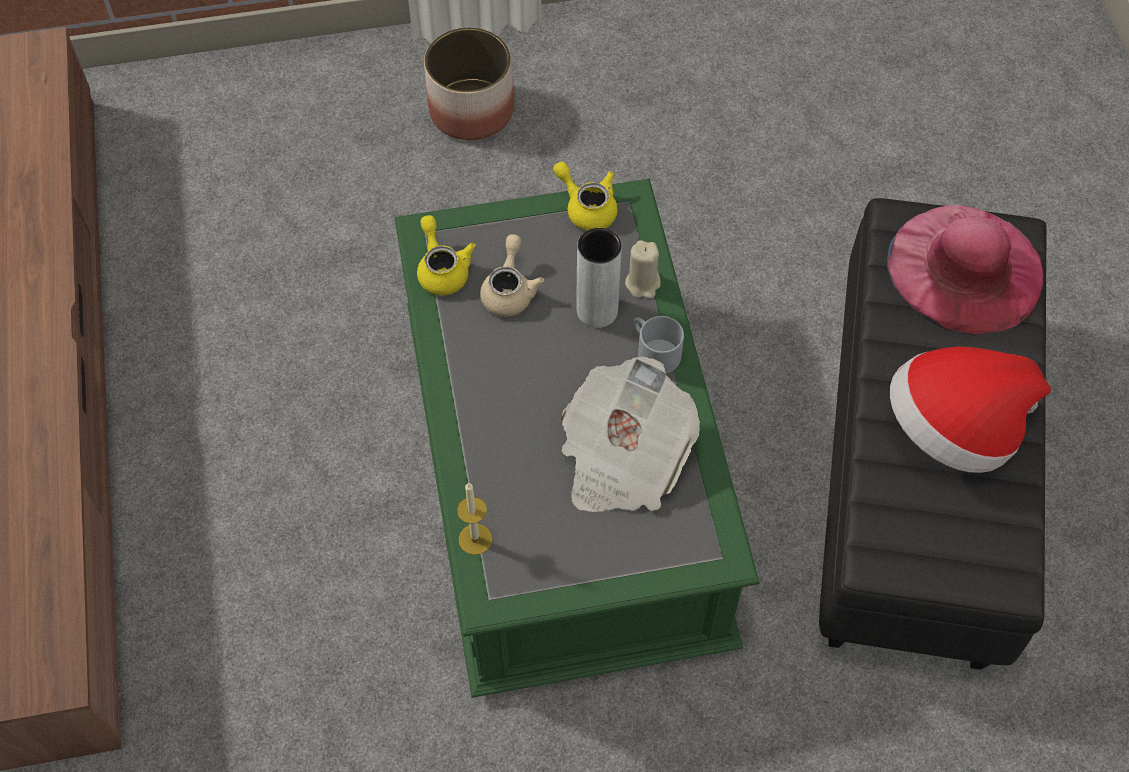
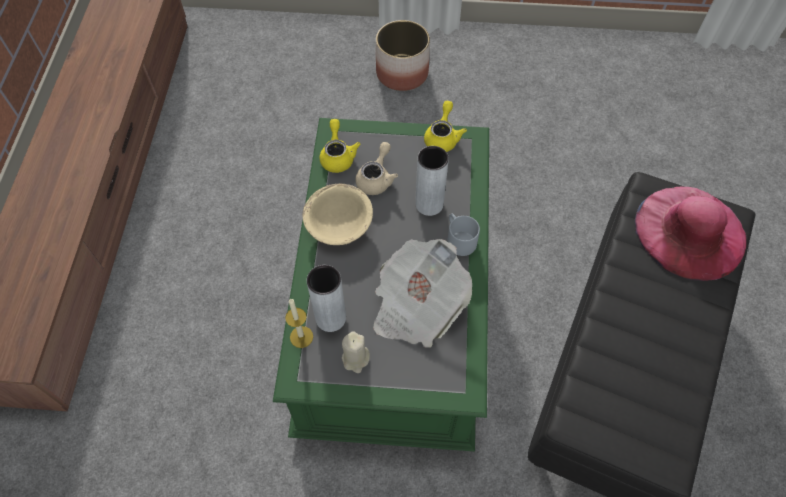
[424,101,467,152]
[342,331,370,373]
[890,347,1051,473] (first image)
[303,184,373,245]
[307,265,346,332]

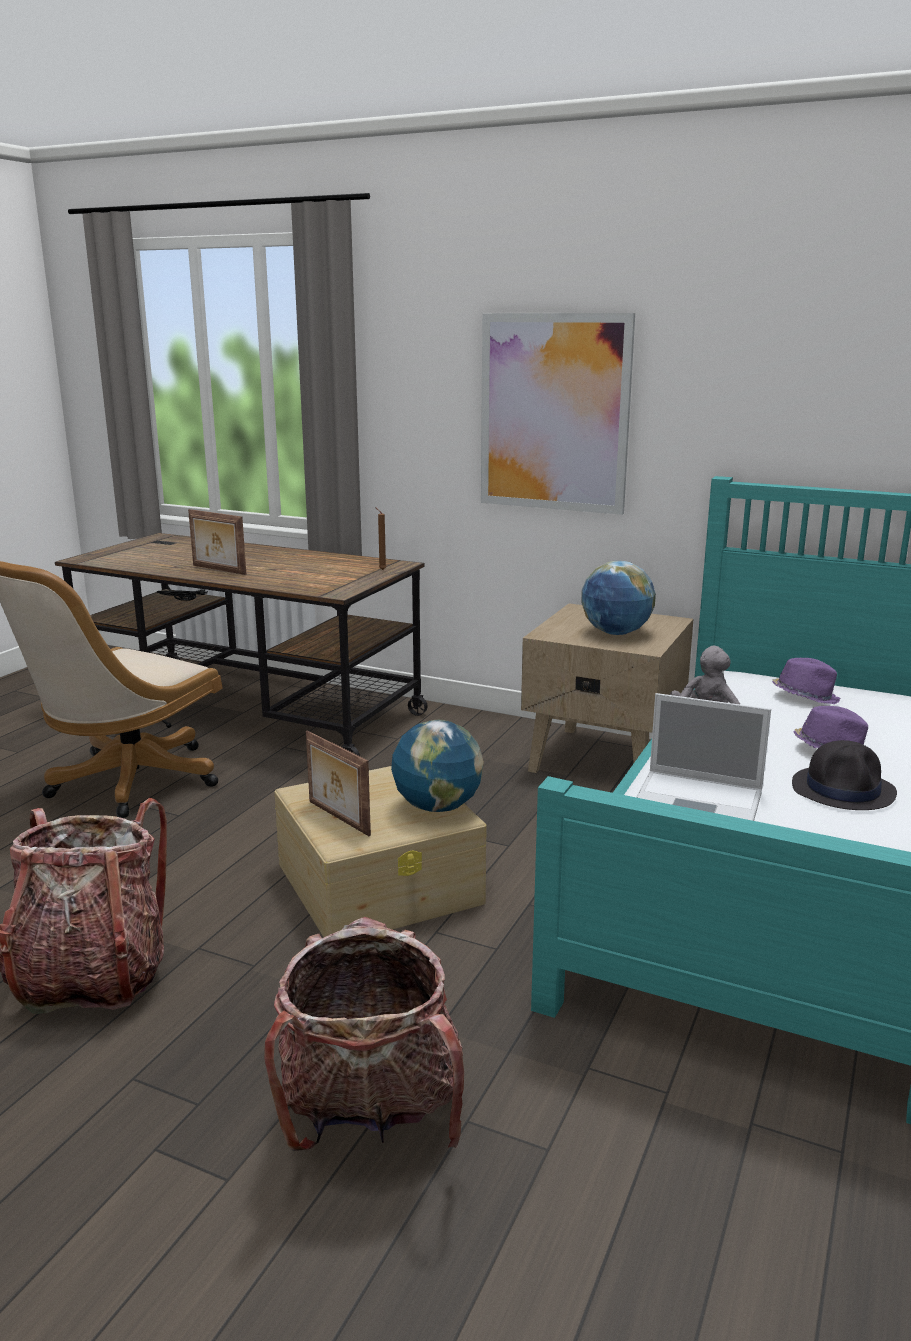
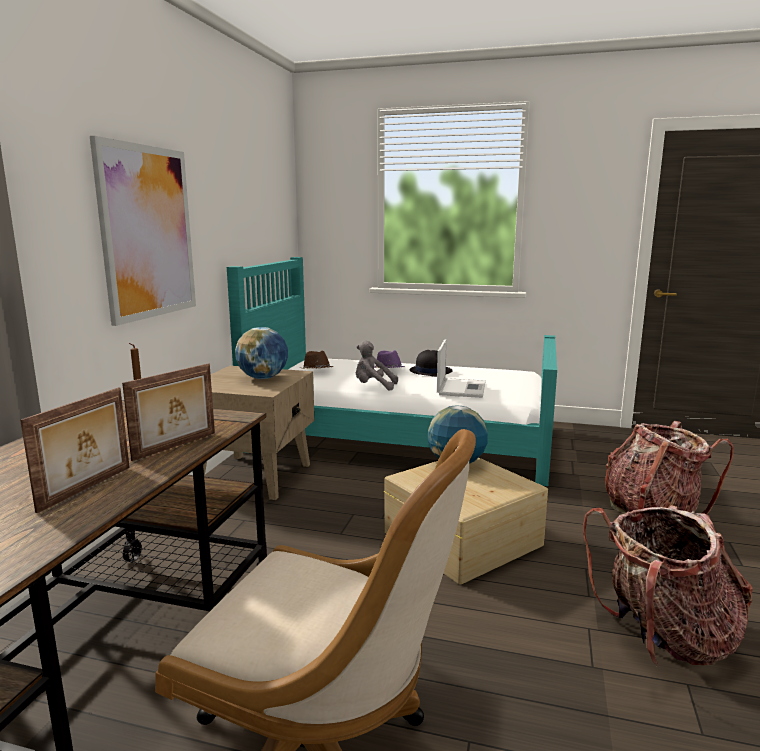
[122,363,215,461]
[300,350,333,369]

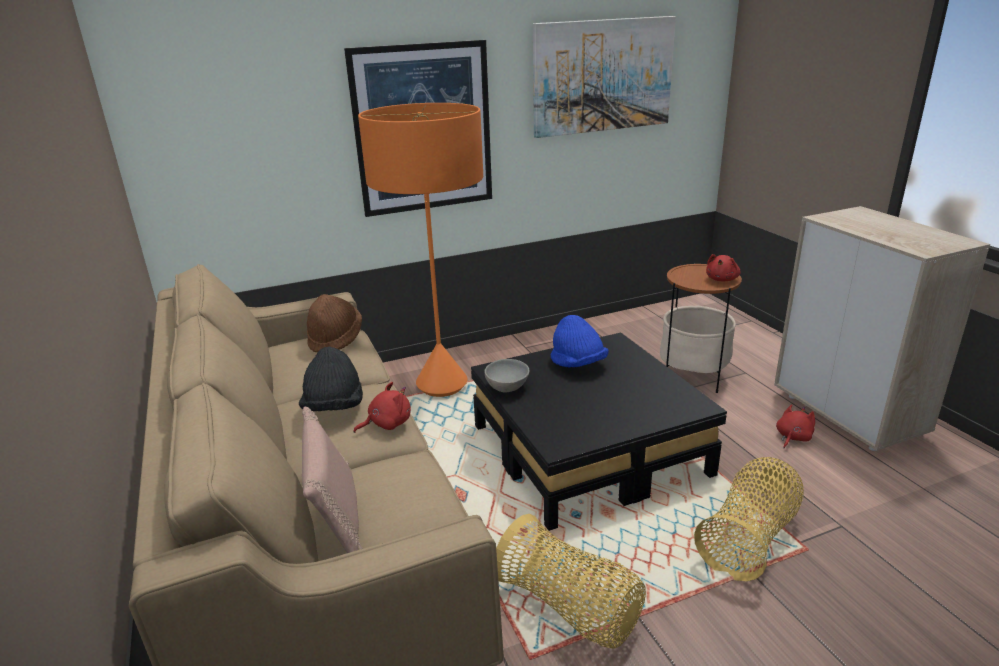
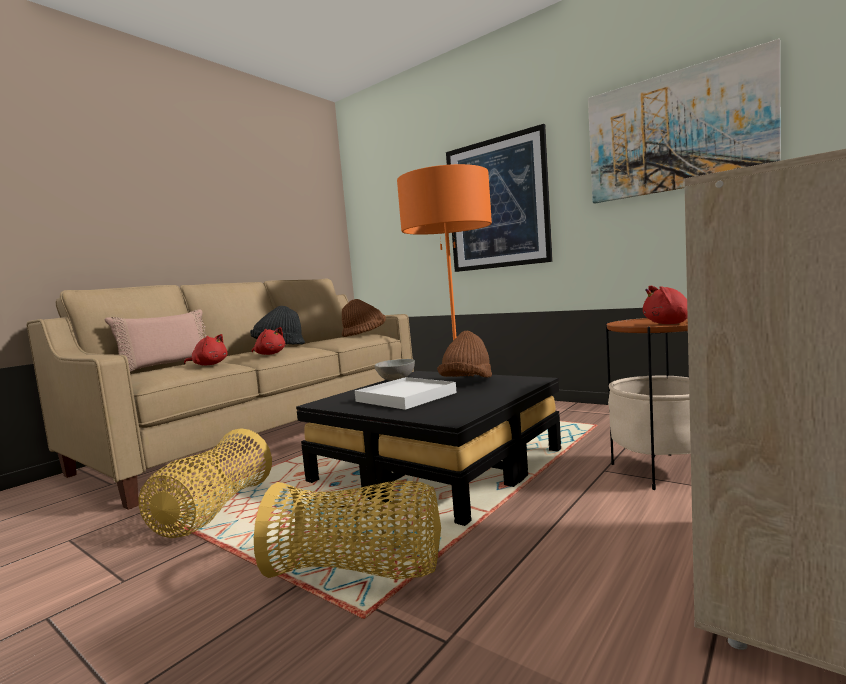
[437,331,492,377]
[184,334,228,365]
[355,377,457,410]

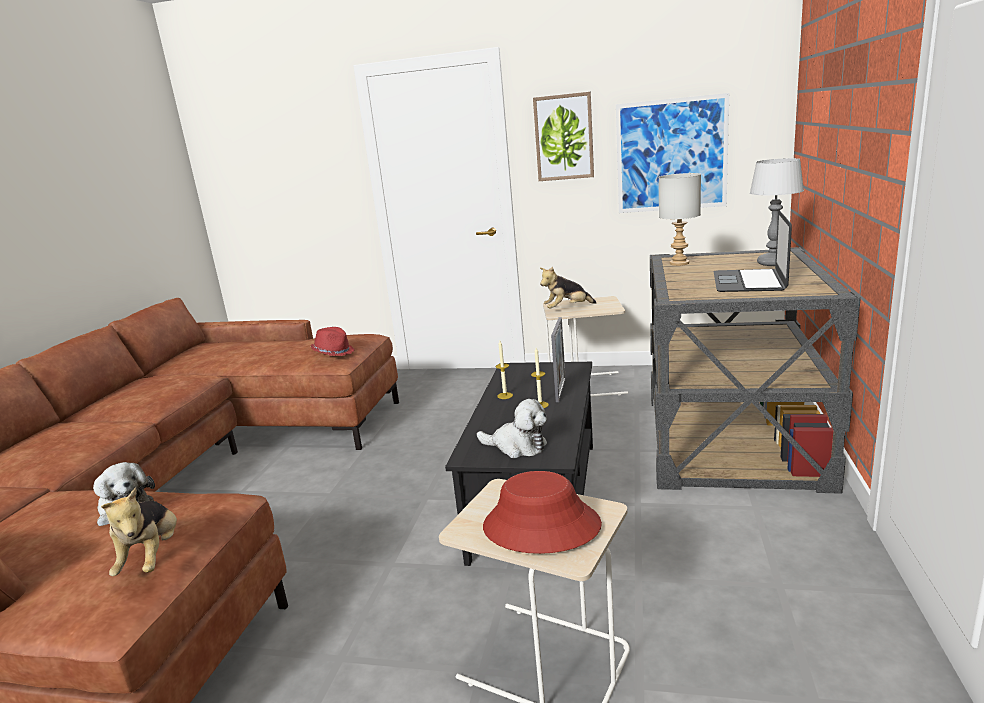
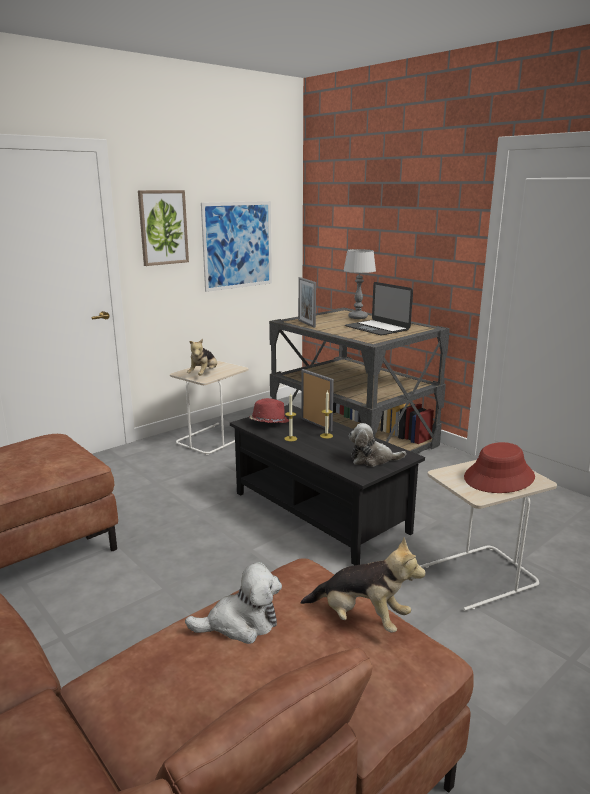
[250,398,289,423]
[349,423,406,467]
[298,277,316,328]

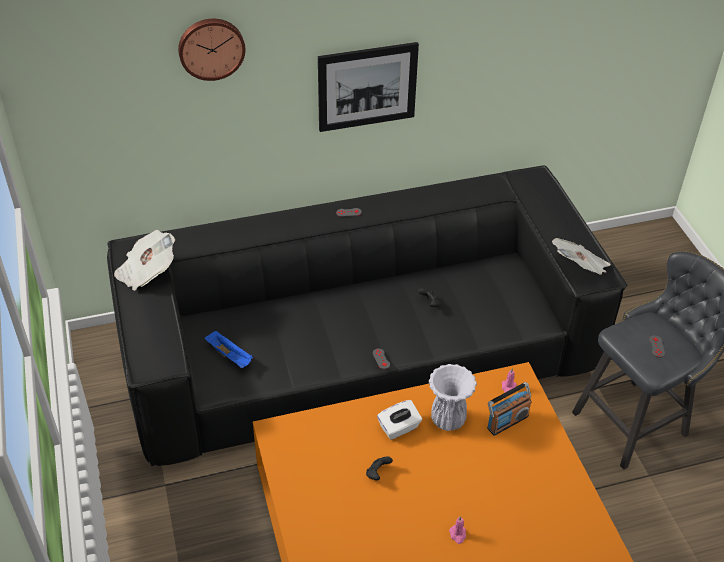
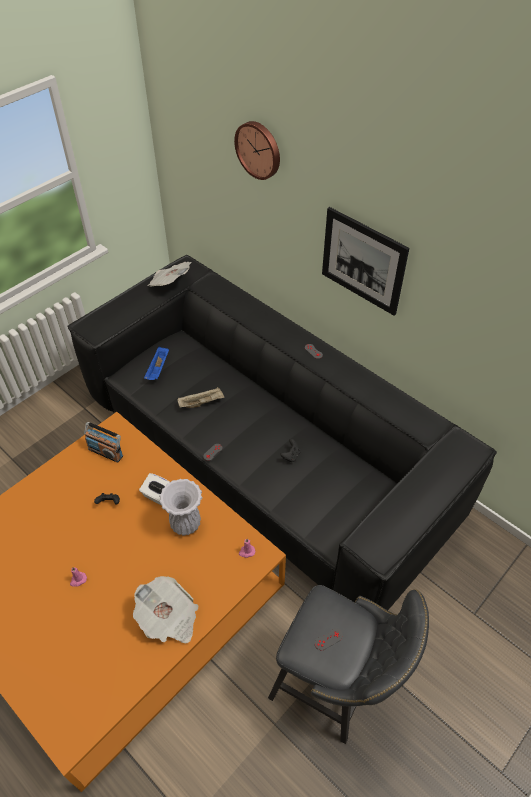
[84,422,123,463]
[133,576,198,643]
[177,387,224,408]

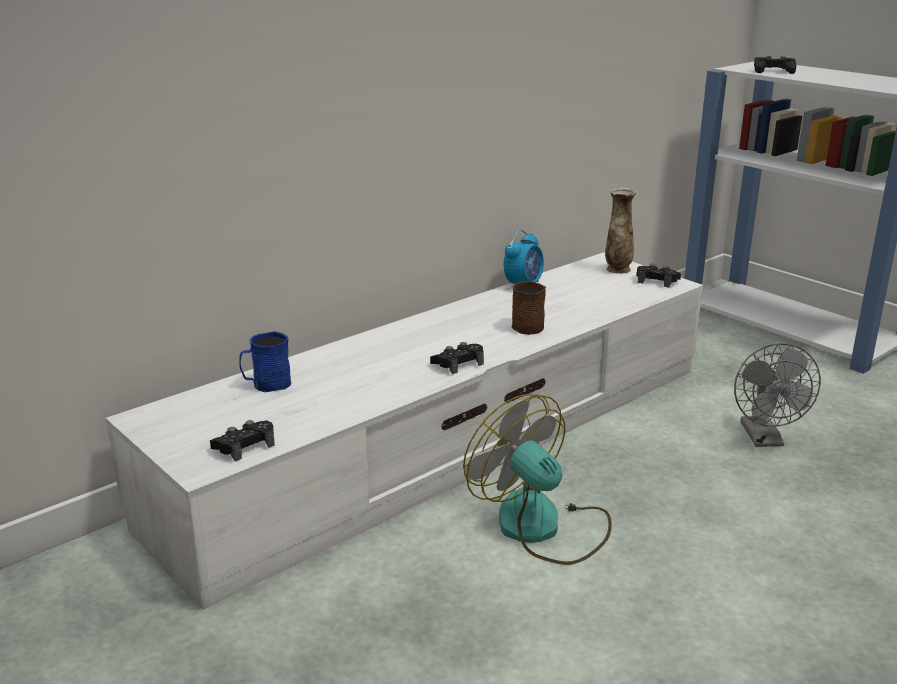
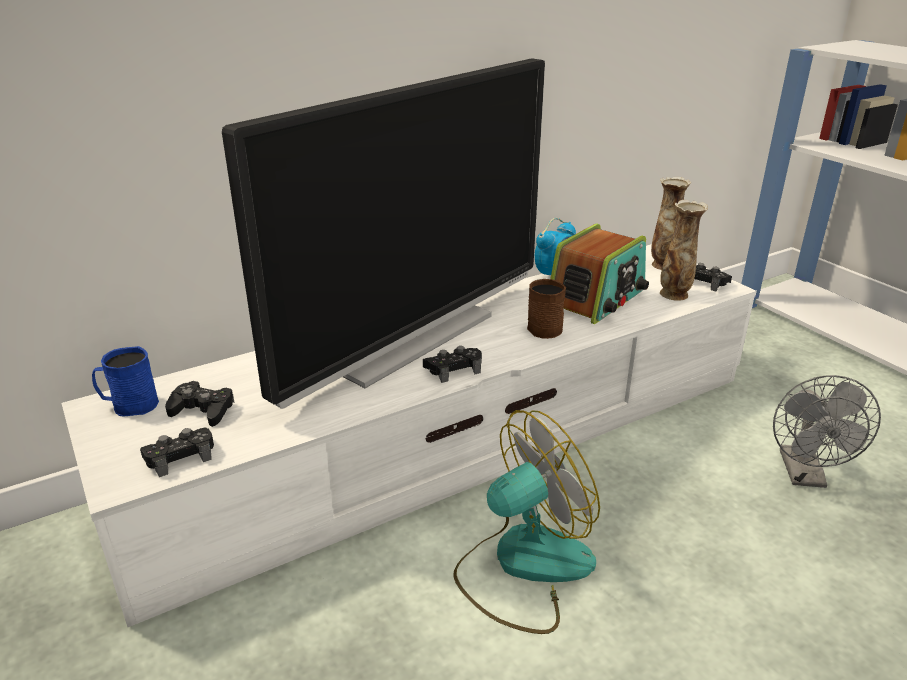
[92,346,159,416]
[453,410,600,634]
[165,381,235,427]
[222,58,545,409]
[550,223,649,324]
[660,200,708,301]

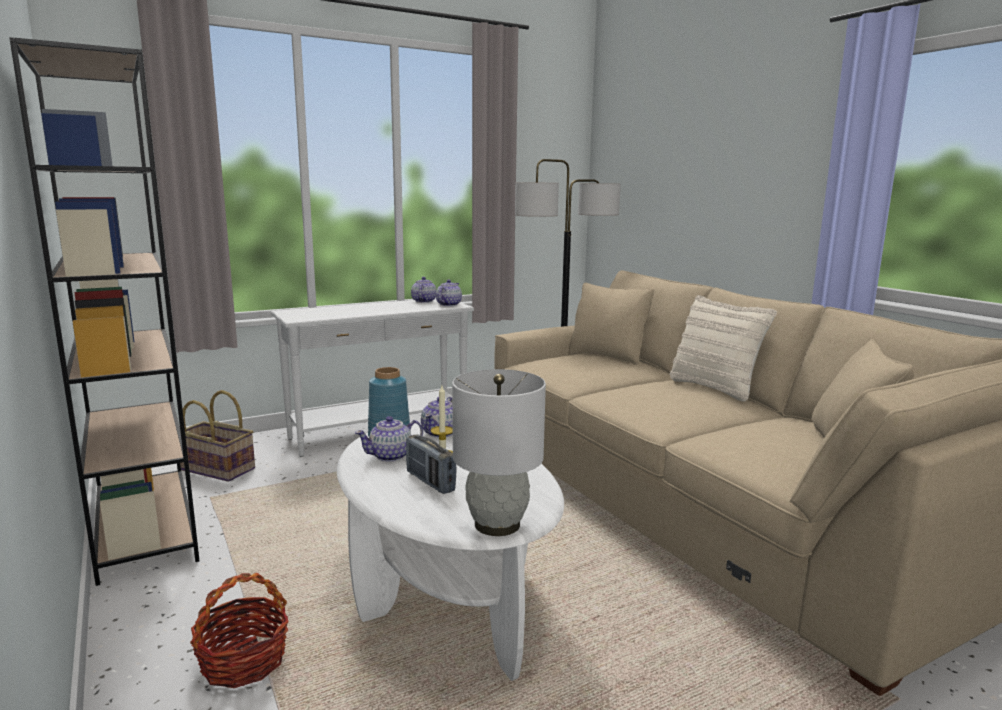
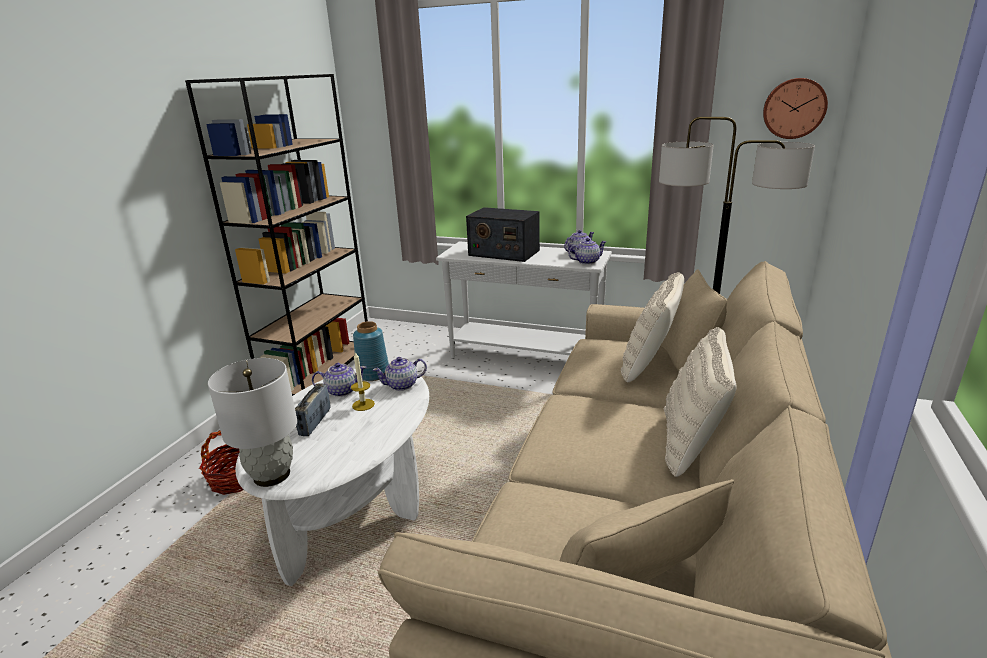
[180,390,255,482] (first image)
[312,363,367,397]
[466,207,540,262]
[621,272,684,382]
[763,78,828,139]

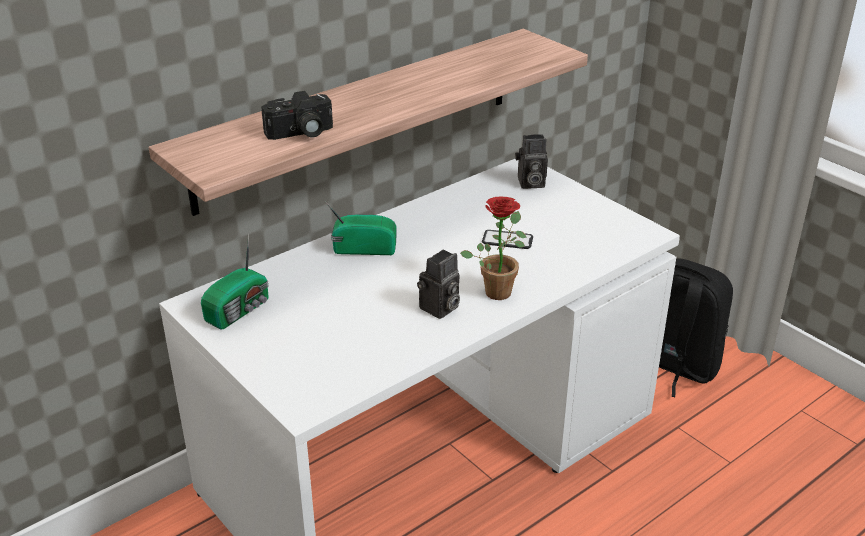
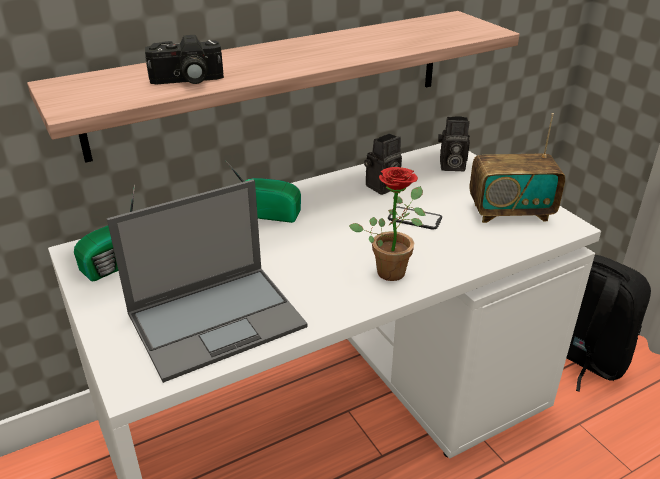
[364,134,402,195]
[107,179,308,383]
[469,113,565,223]

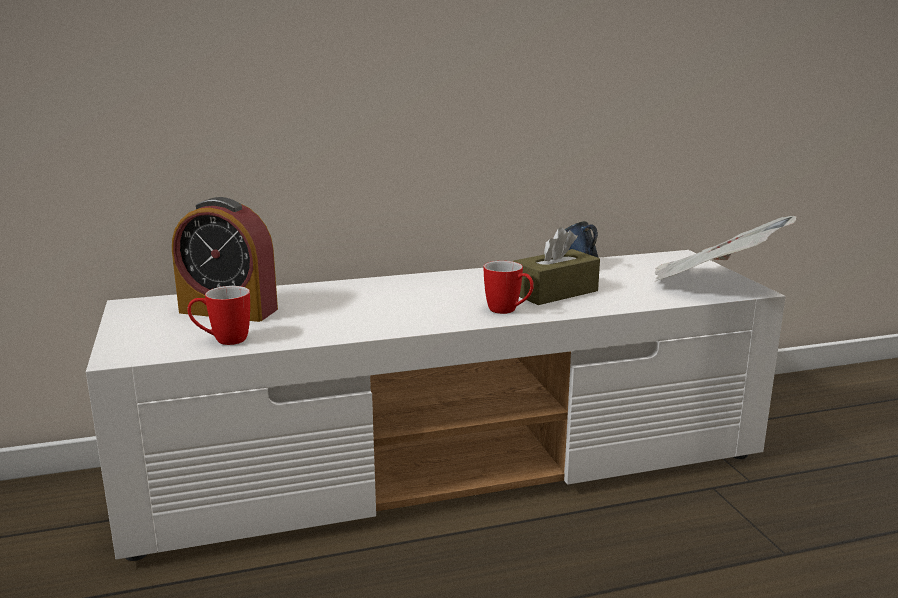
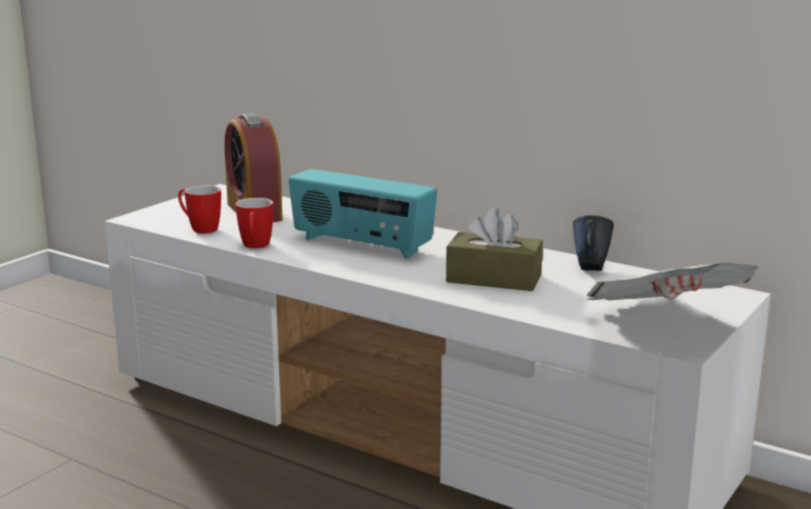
[236,198,273,248]
[288,169,437,259]

